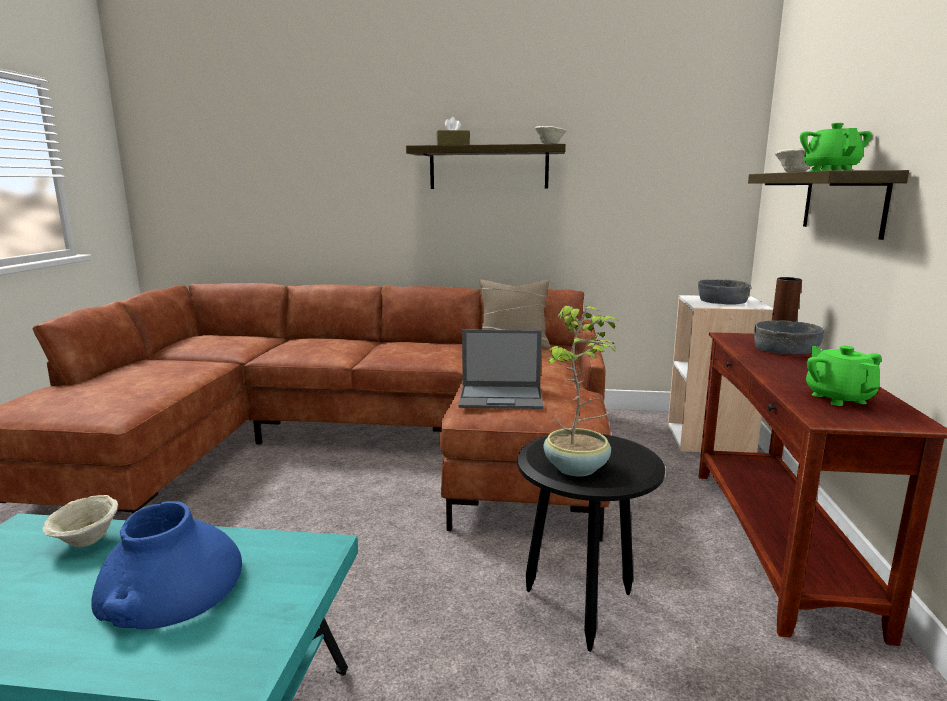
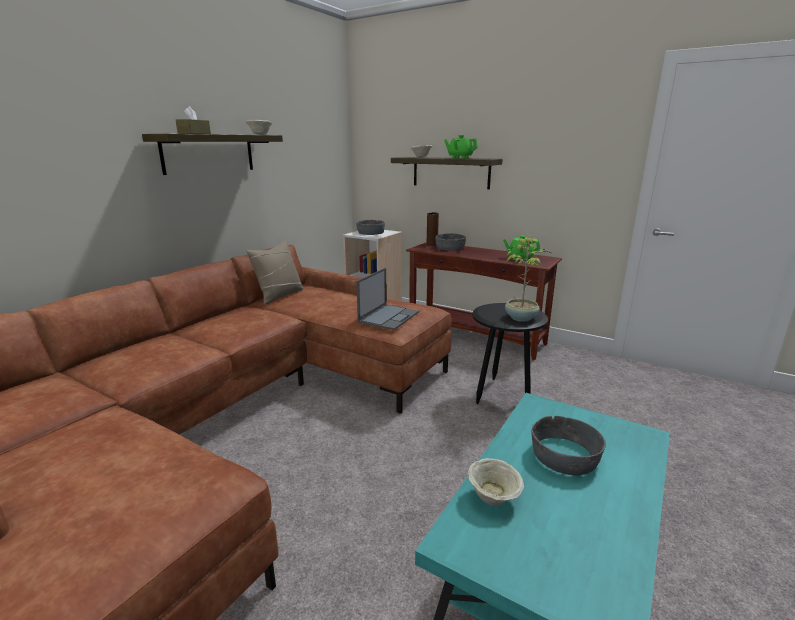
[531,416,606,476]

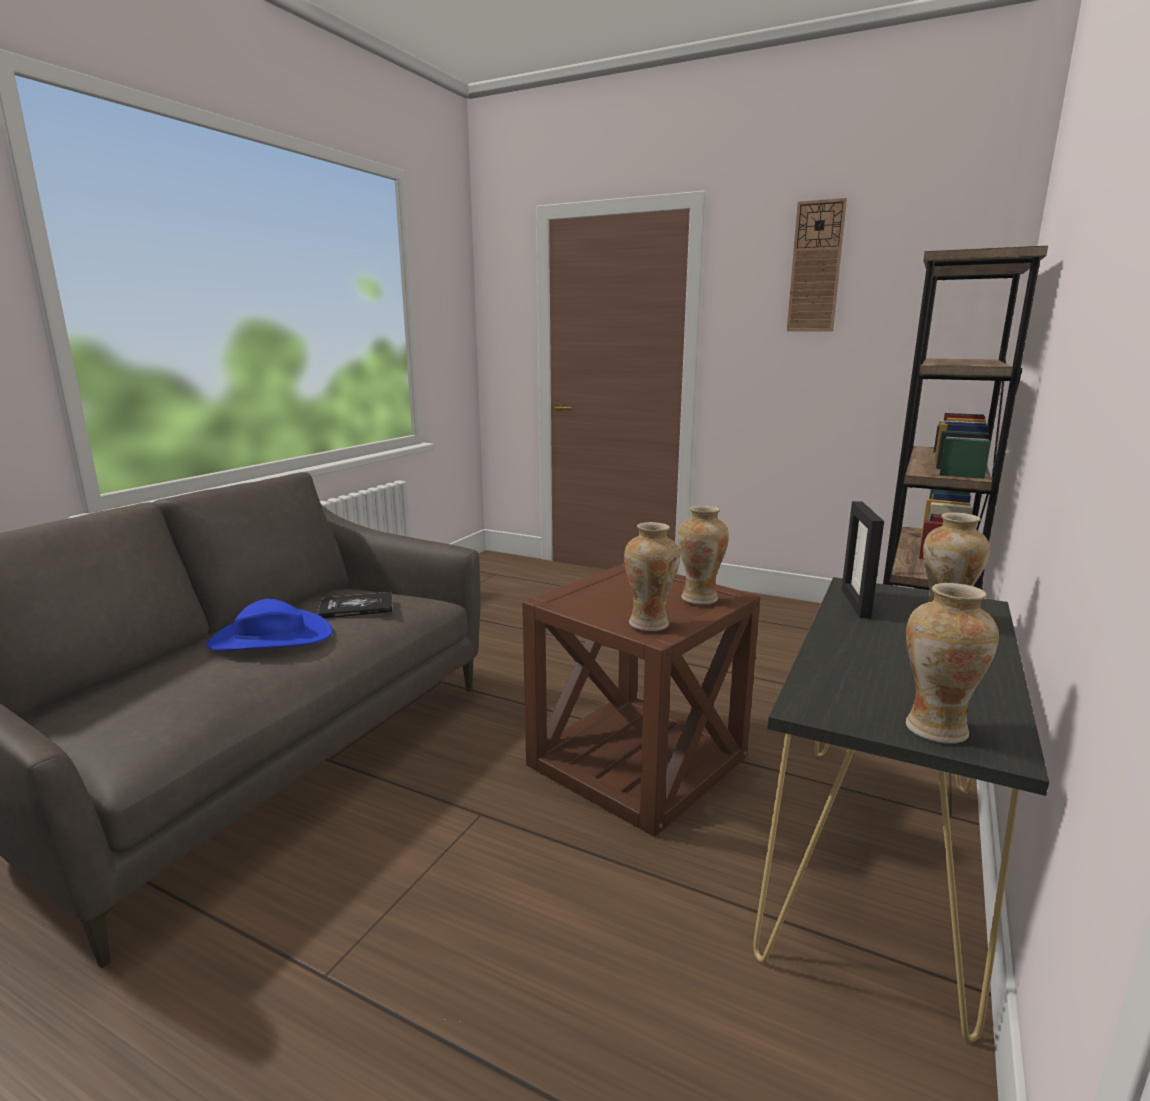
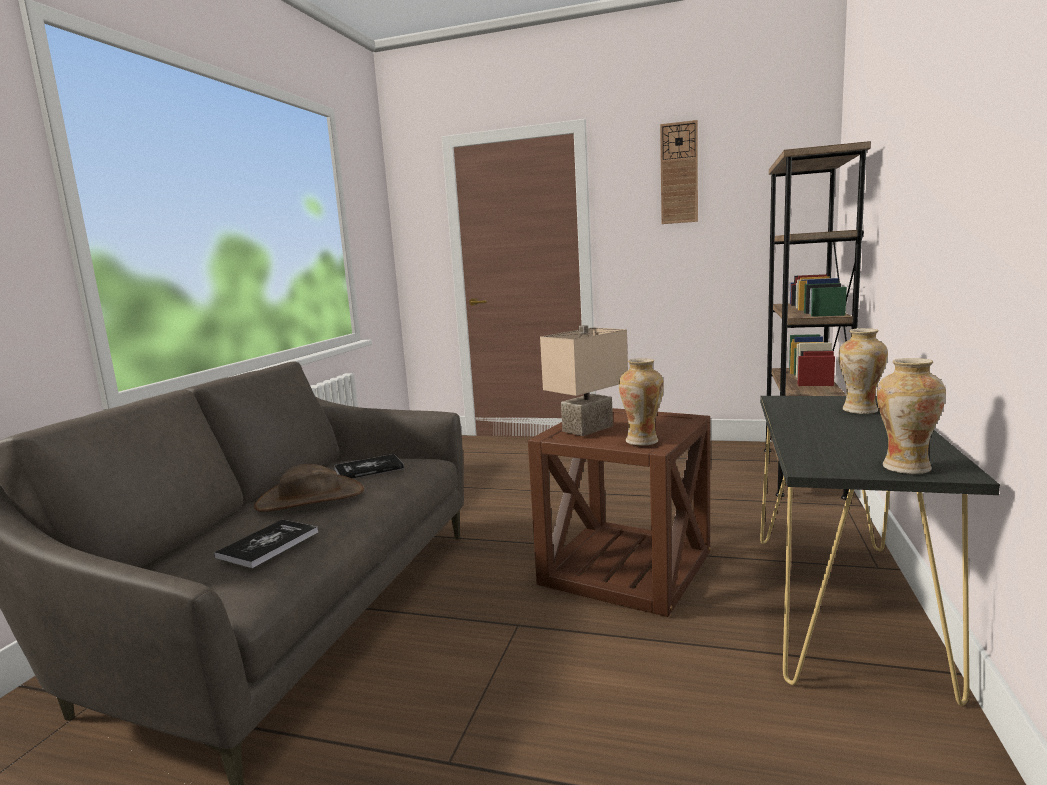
[254,464,364,512]
[677,505,729,604] (first image)
[841,501,884,619] (first image)
[214,520,319,568]
[540,325,628,436]

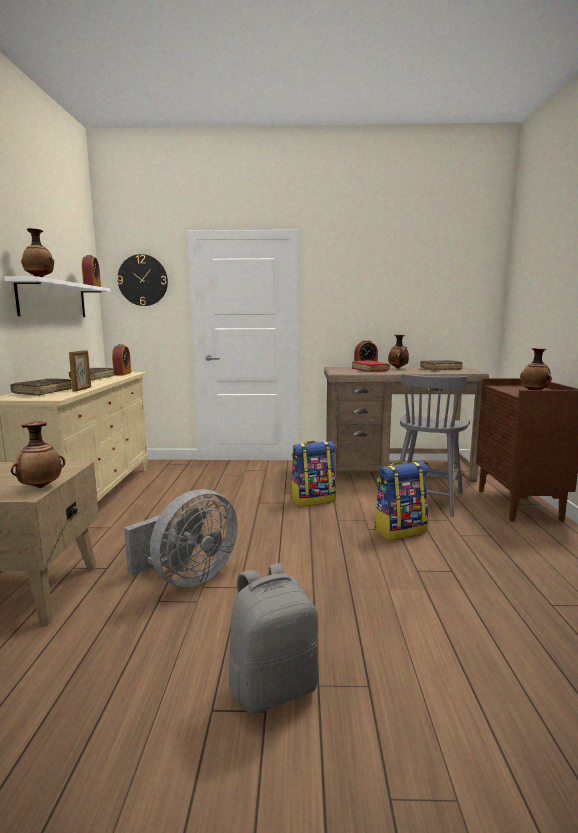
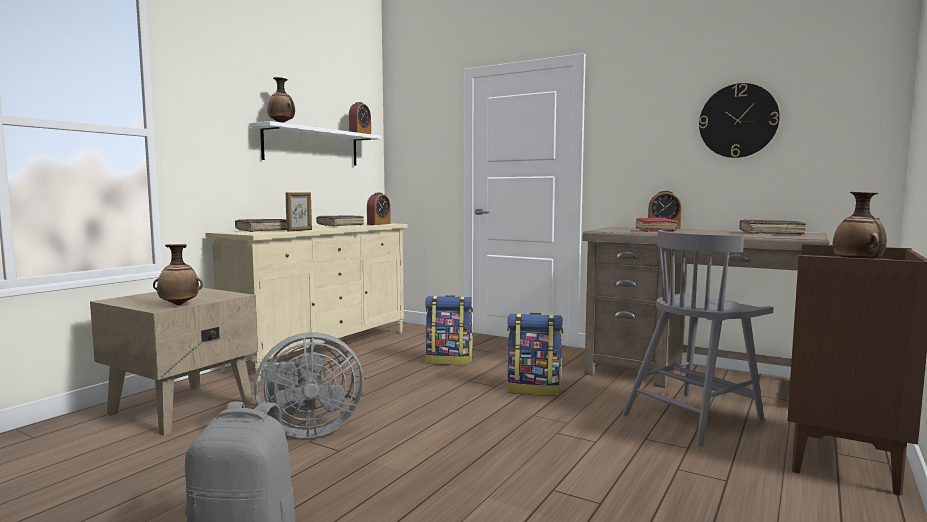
[699,83,780,158]
[425,295,473,365]
[388,334,409,368] (first image)

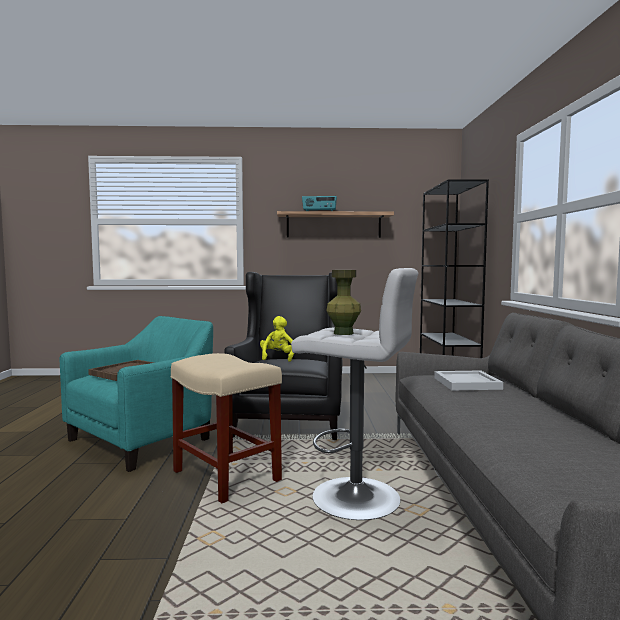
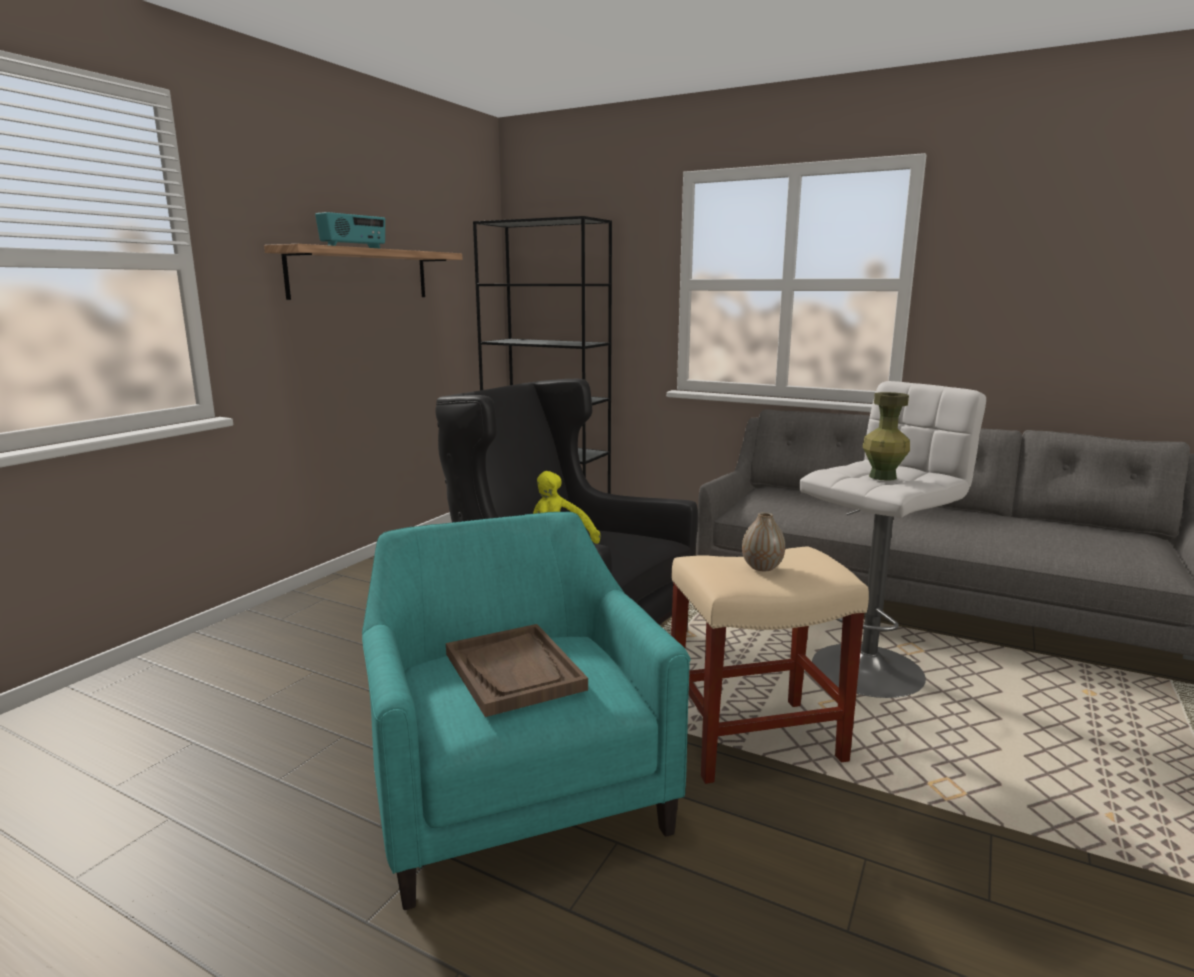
[434,371,503,390] (first image)
[742,512,785,571]

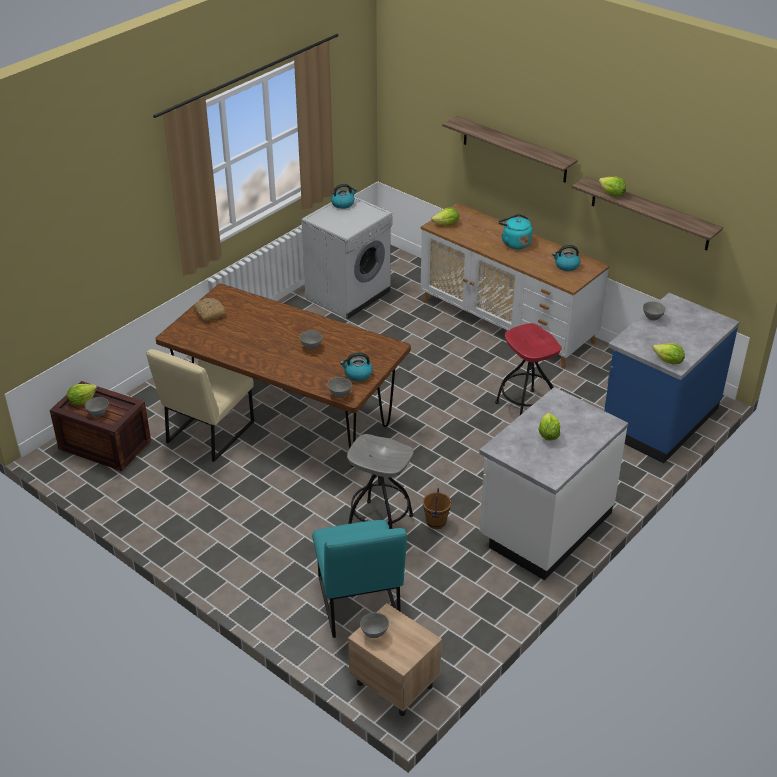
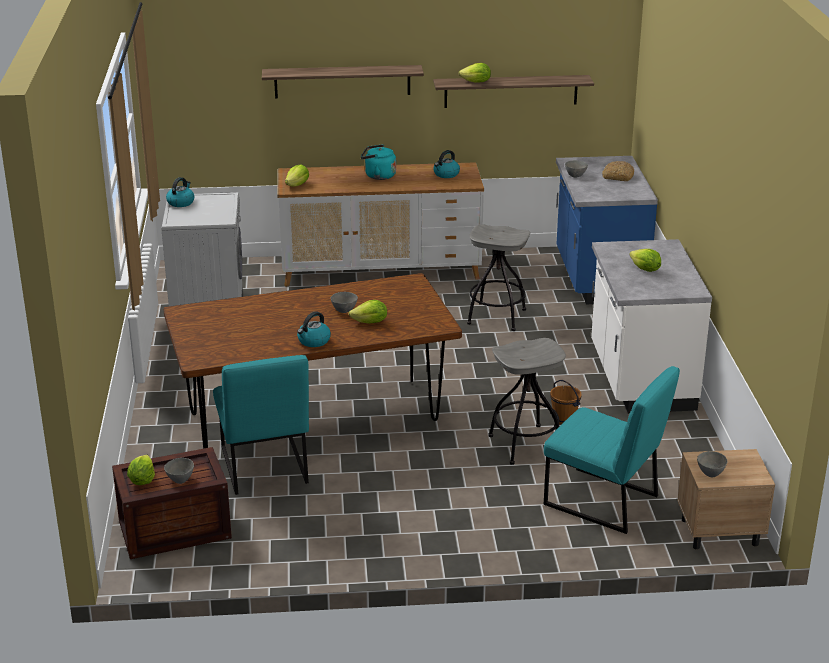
[213,355,309,495]
[602,161,634,181]
[328,377,352,398] (first image)
[297,311,331,347]
[467,224,530,331]
[348,300,387,324]

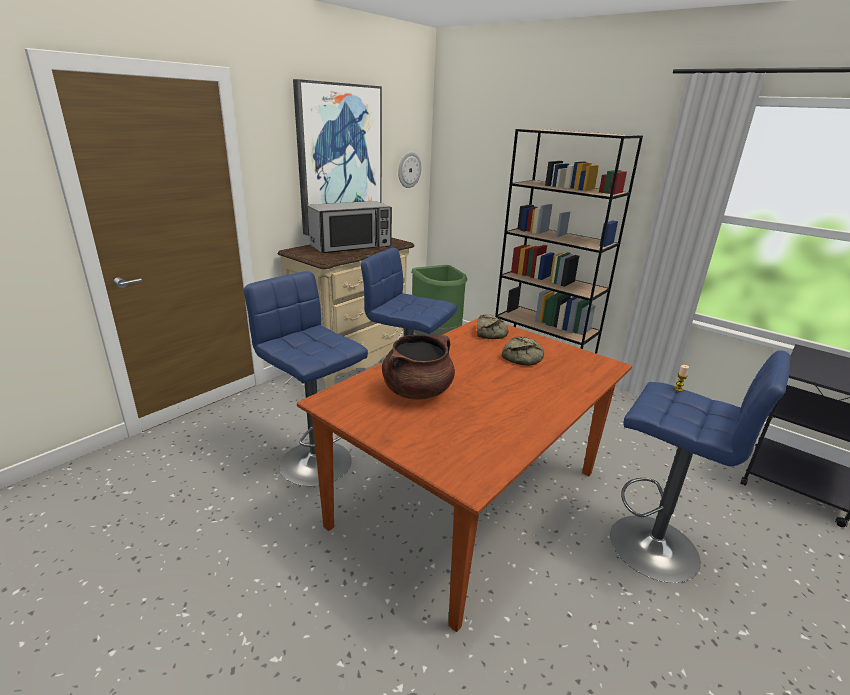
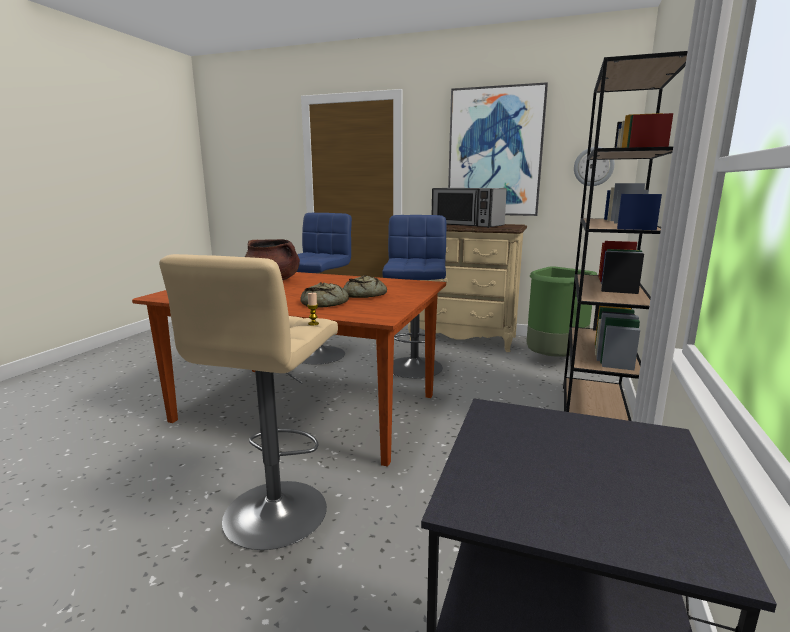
[301,282,349,308]
[159,254,338,550]

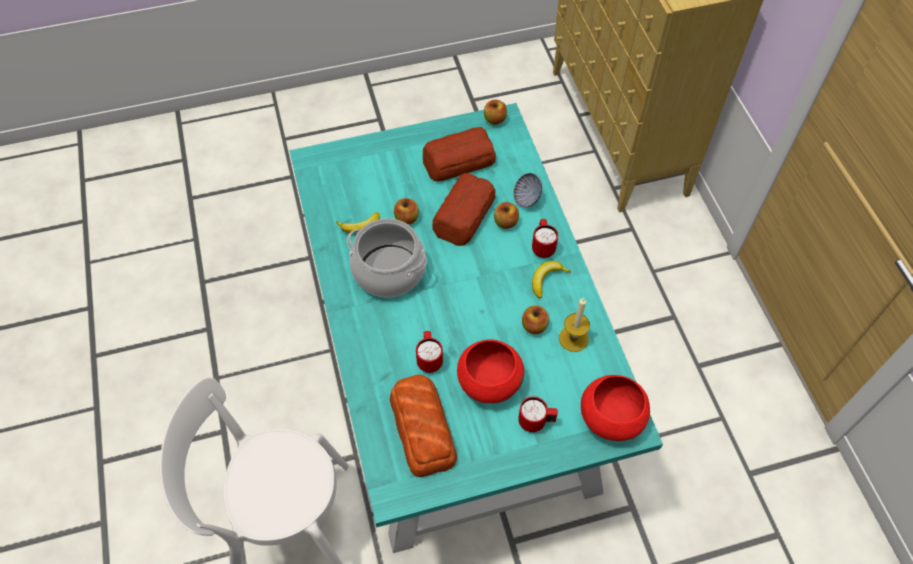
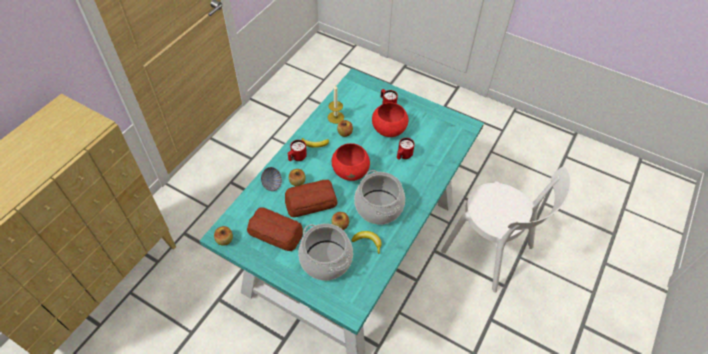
[390,375,457,477] (first image)
[332,143,370,181]
[298,223,353,281]

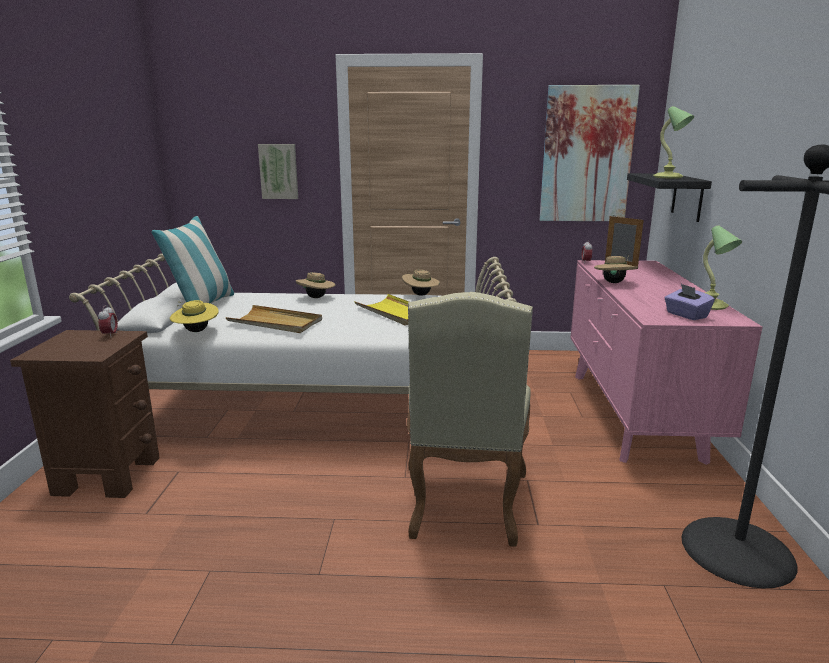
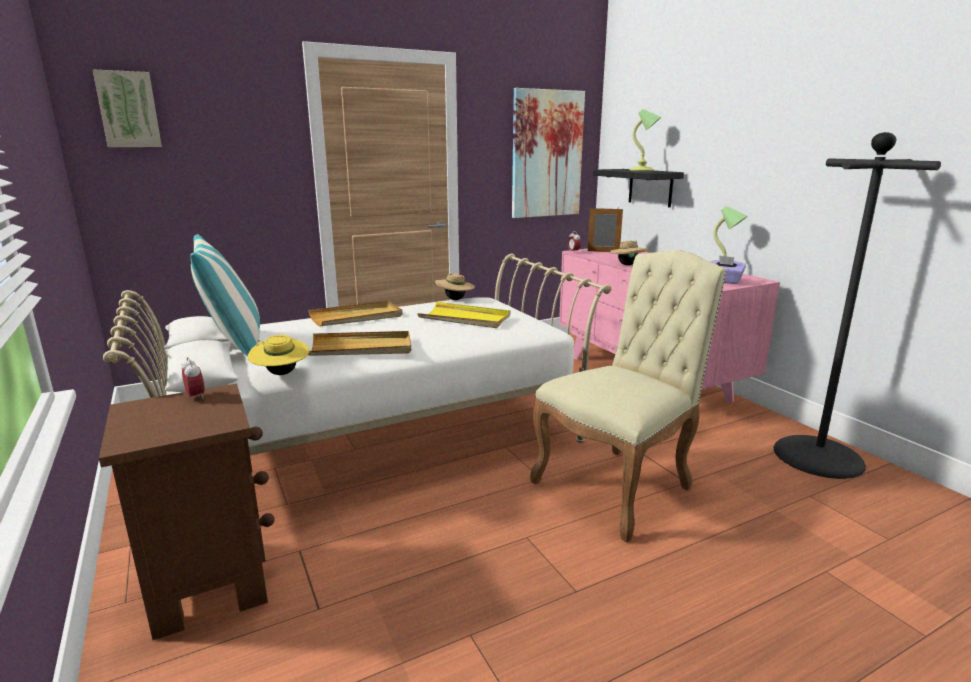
[92,69,162,147]
[308,301,403,327]
[530,250,727,542]

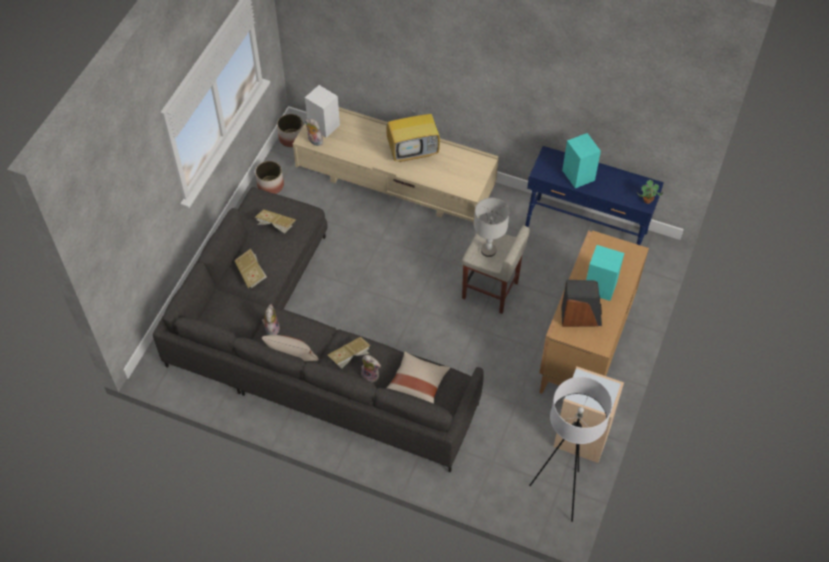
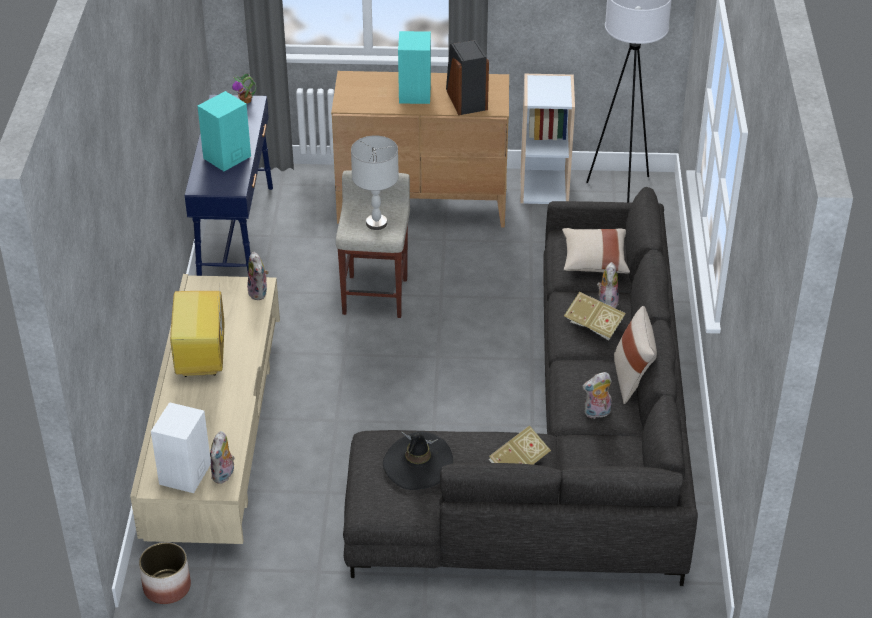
[255,161,284,194] (first image)
[383,431,454,490]
[170,285,224,377]
[247,252,269,300]

